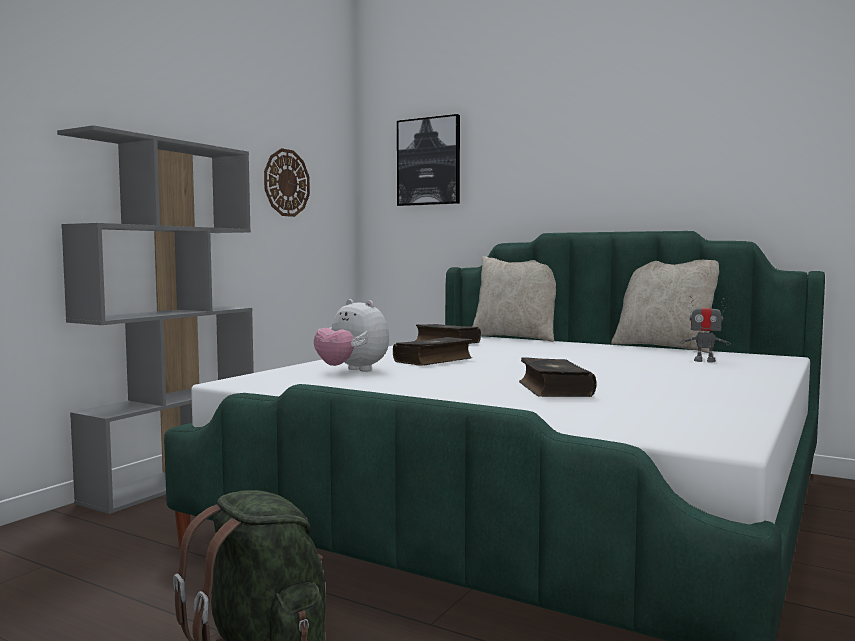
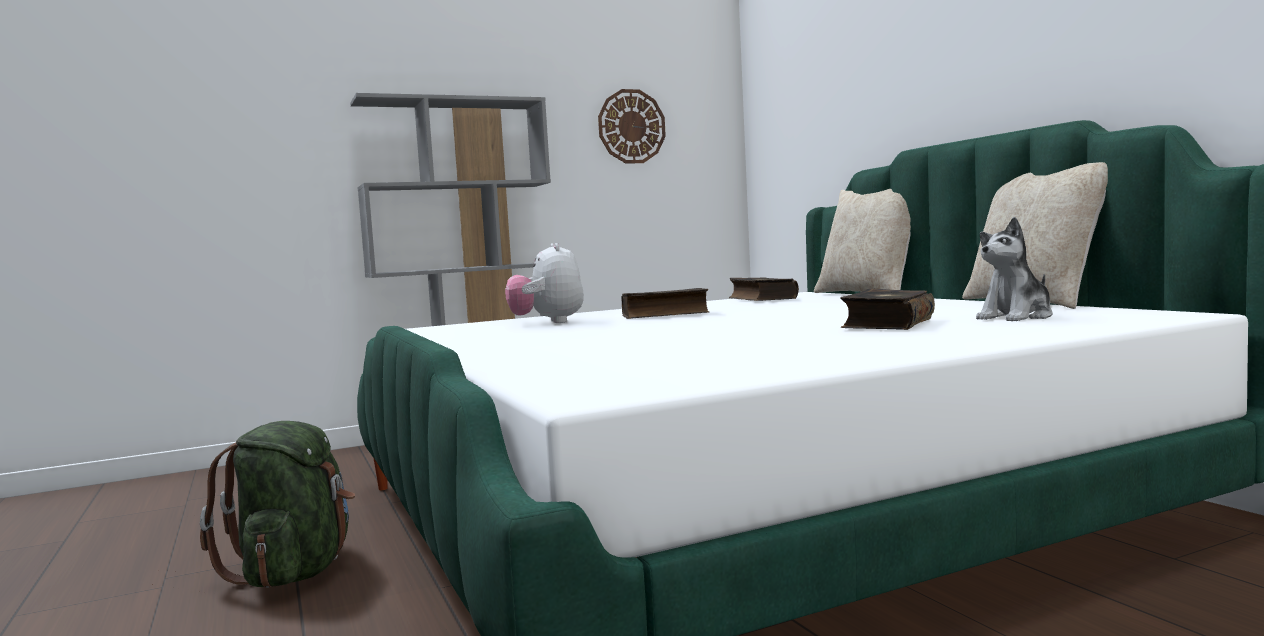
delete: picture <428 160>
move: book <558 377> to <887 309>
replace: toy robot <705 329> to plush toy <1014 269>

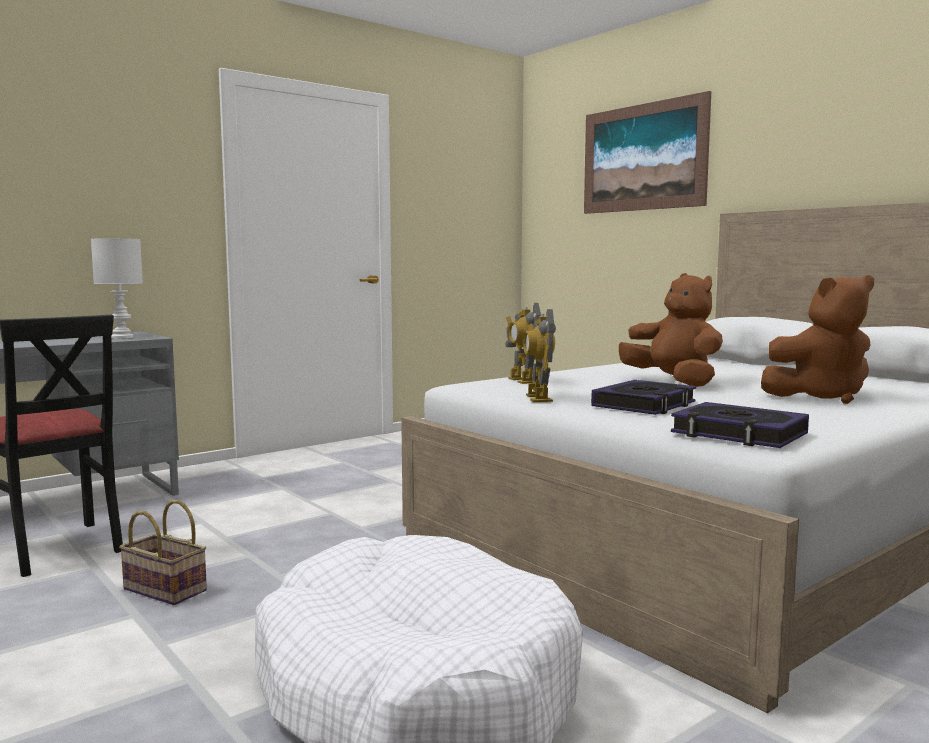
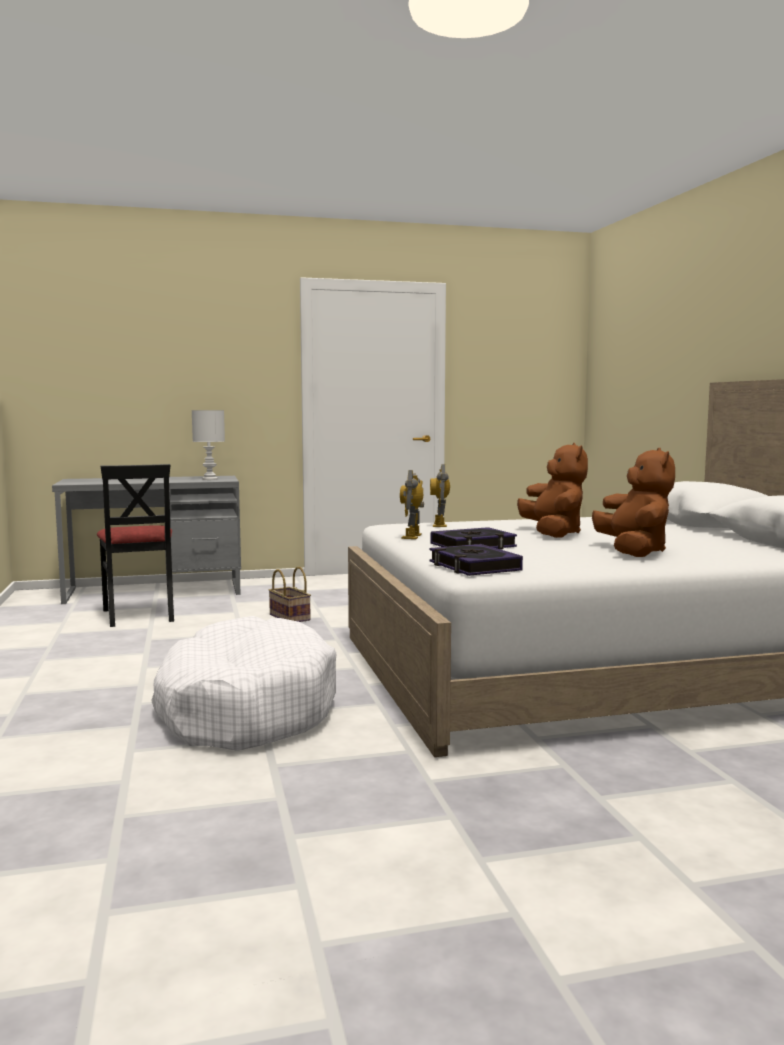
delete: picture <647 152>
move: basket <163 552> to <290 594>
rotate: brown plush toy <817 339> = <633 502> 105 degrees counterclockwise

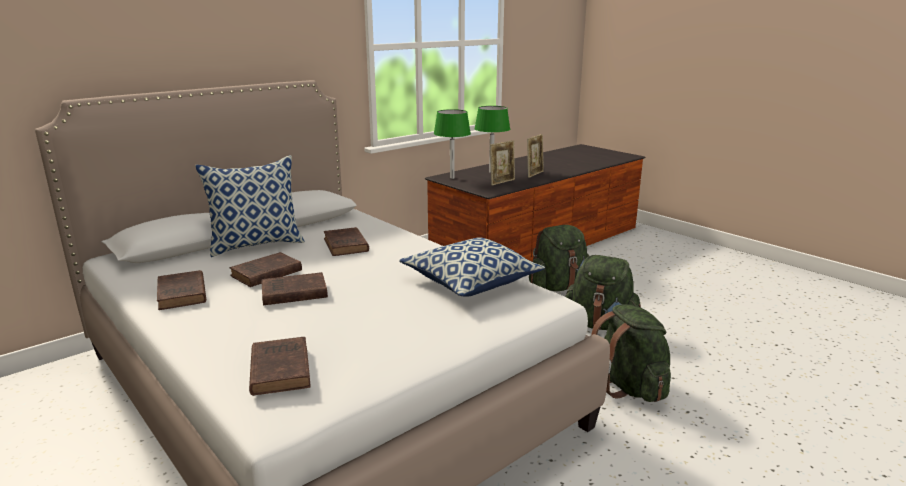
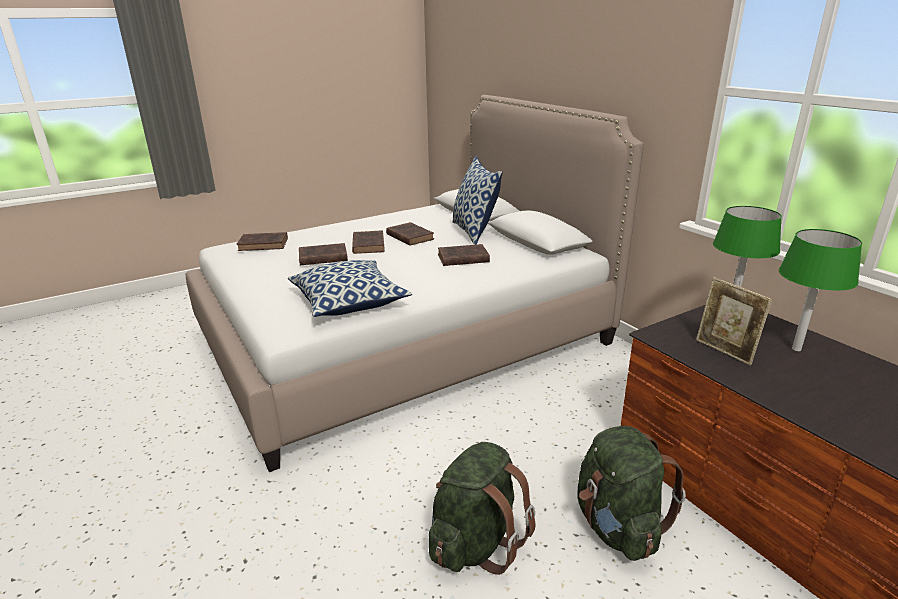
delete: picture frame <535 156>; green backpack <631 353>
move: brown book <181 290> to <323 254>

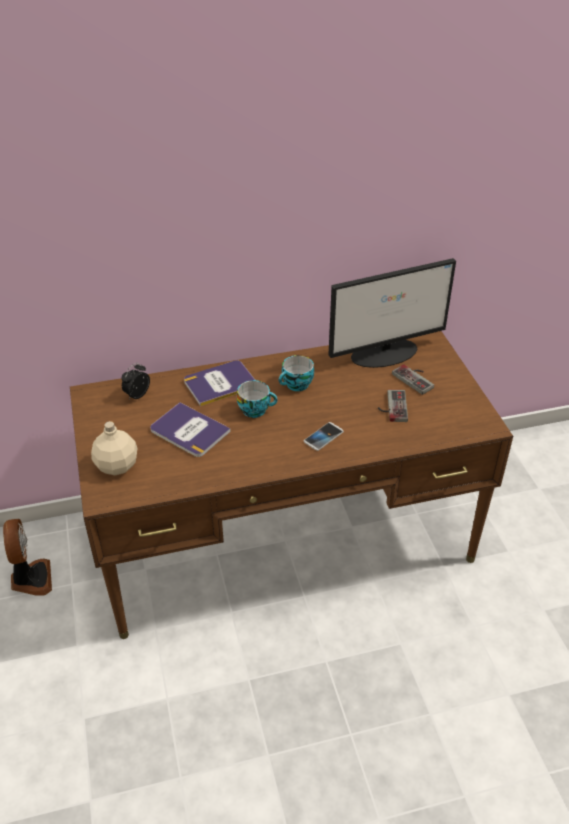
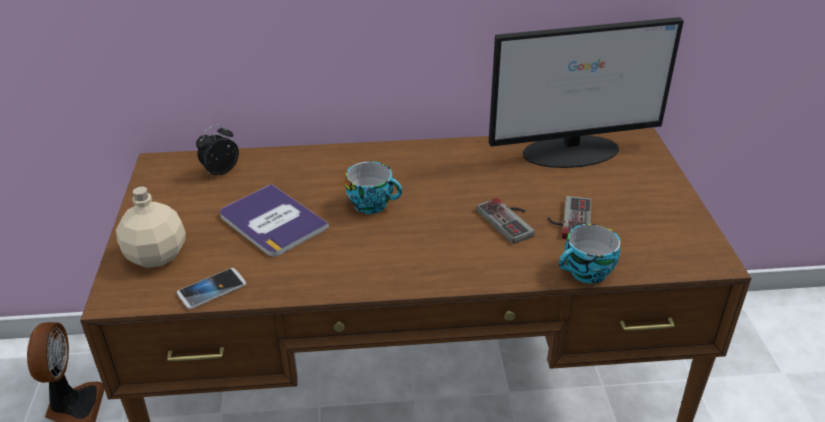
delete: book <219 383>
move: cup <296 373> to <590 254>; phone <324 436> to <211 288>; game controller <413 379> to <505 221>

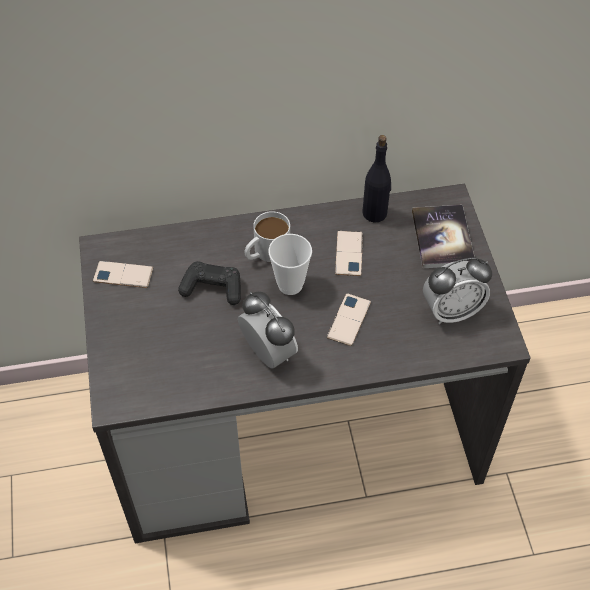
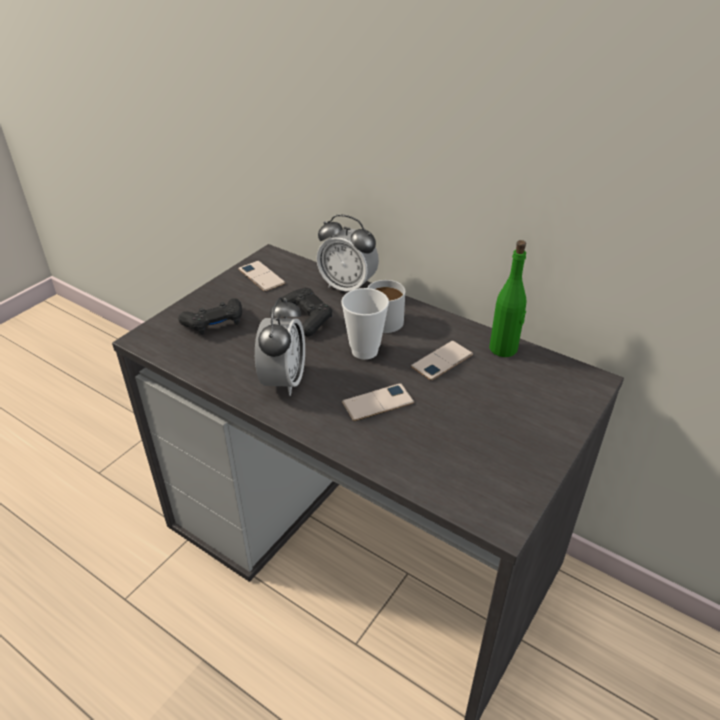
delete: book <443 236>
insert: black game controller <210 316>
move: alarm clock <457 291> to <347 253>
recolor: black bottle <376 179> to green bottle <508 298>

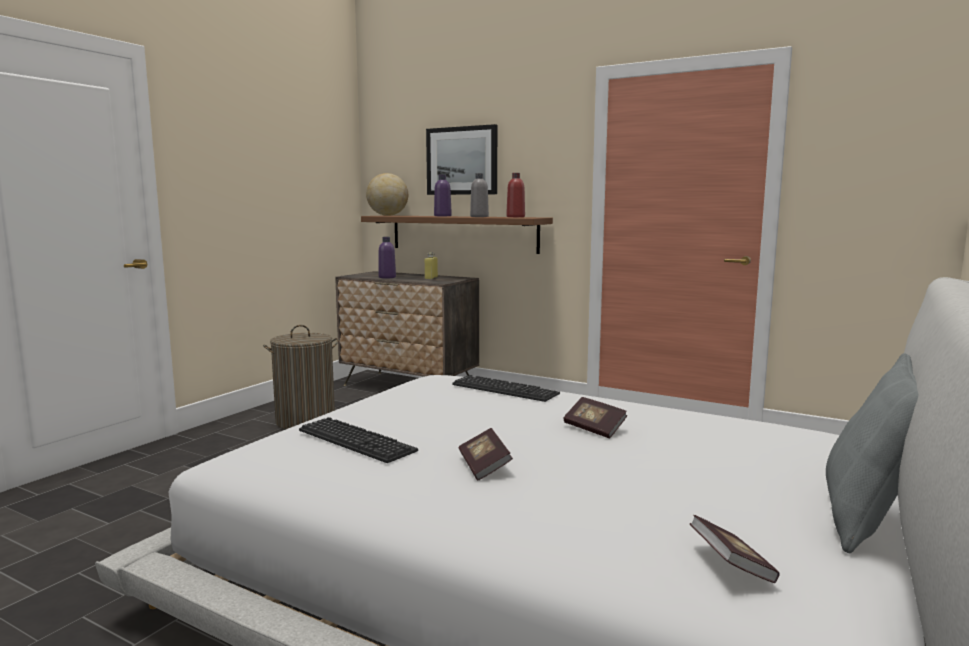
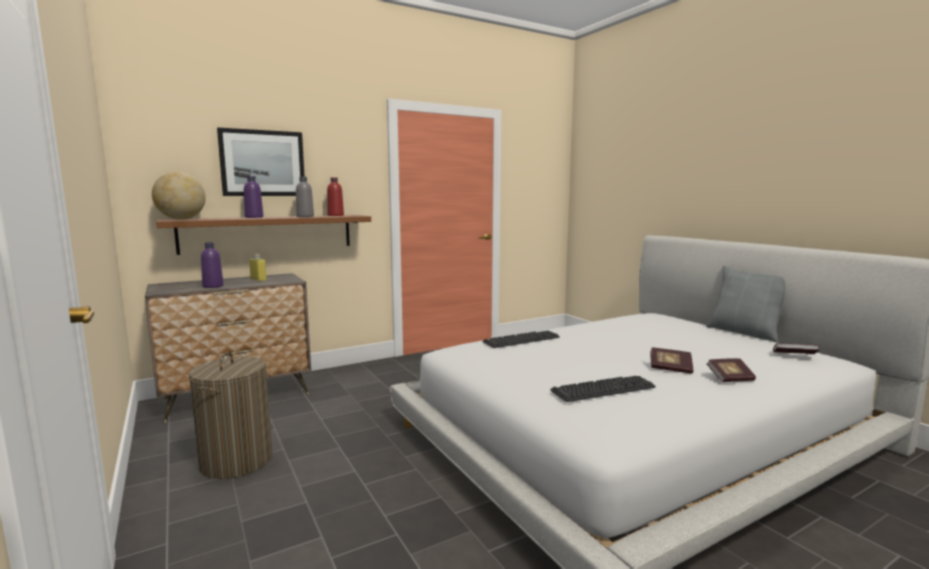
move: book <595 417> to <731 370>

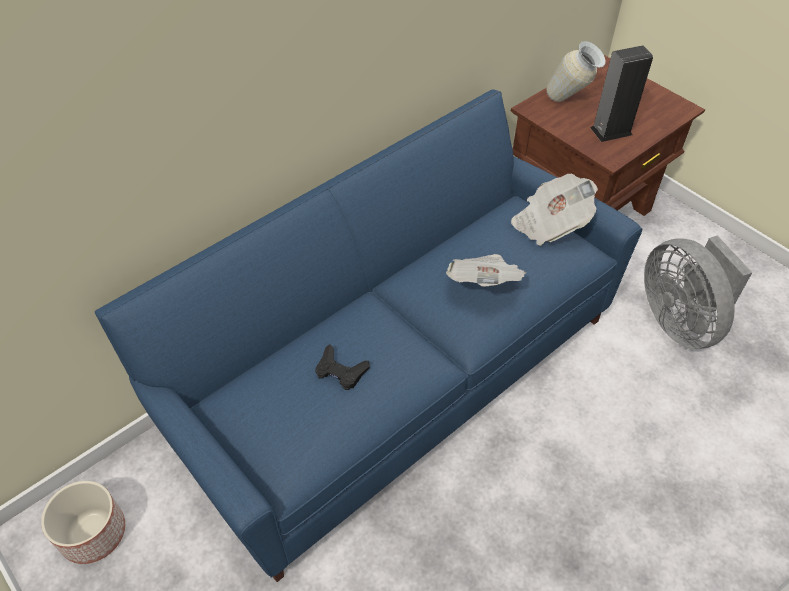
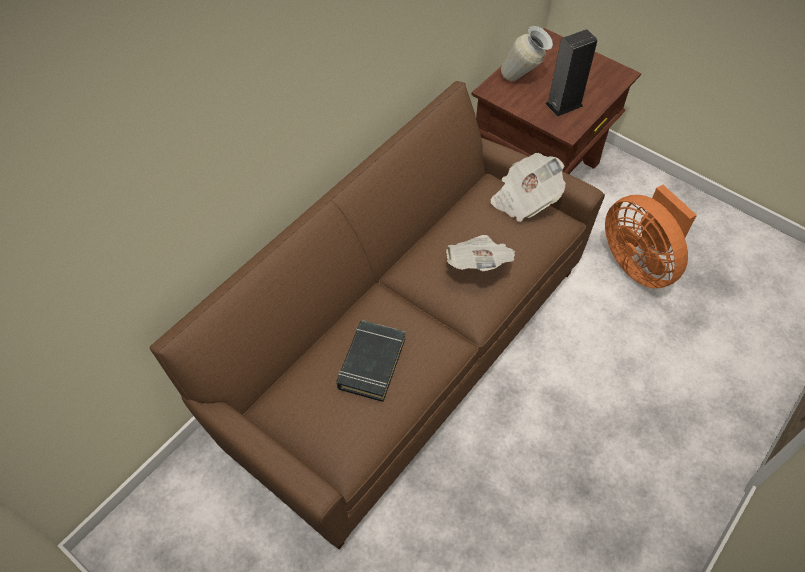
delete: planter <83 522>
replace: black game controller <342 367> to black book <371 361>
recolor: blue sofa <368 335> to brown sofa <377 315>; grey fan <698 292> to orange fan <651 237>

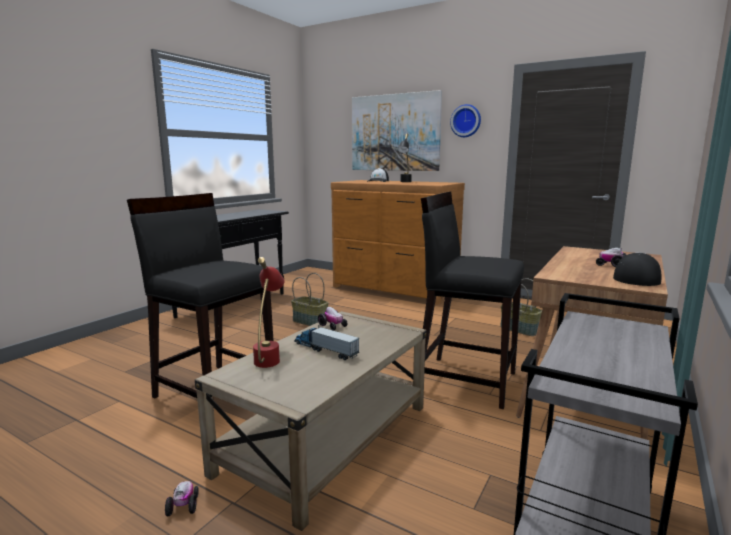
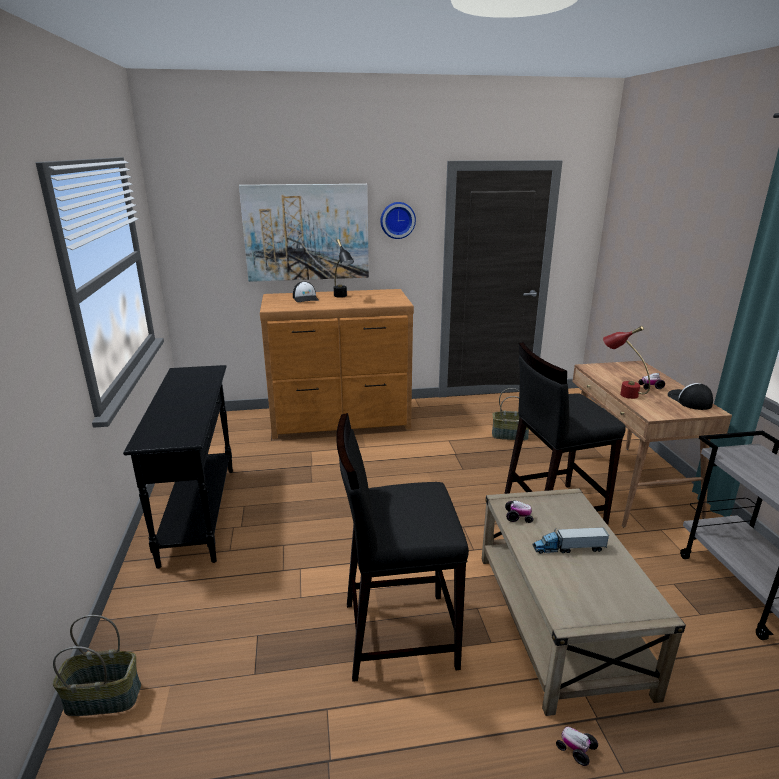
move: red table lamp <268 312> to <626 362>; basket <309 299> to <97 665>

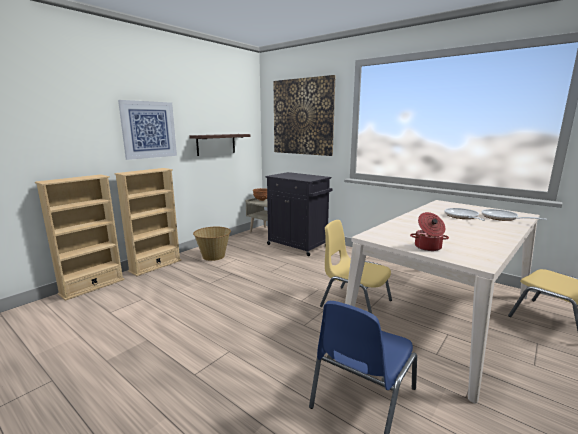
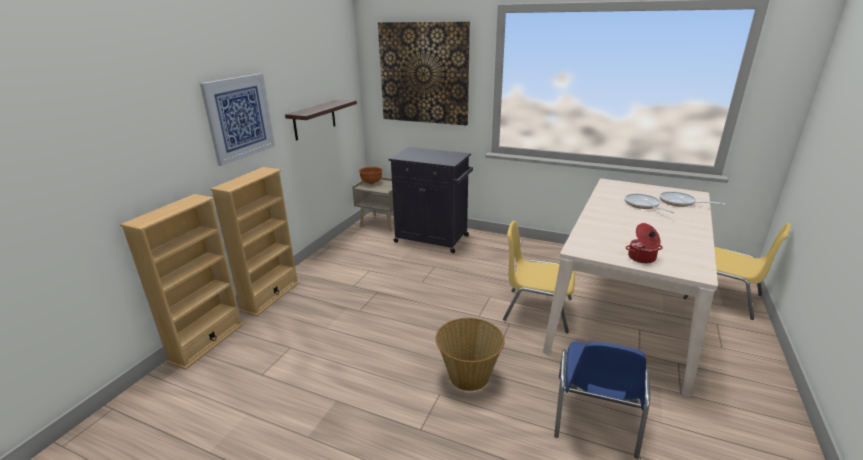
move: basket <212 244> to <470 354>

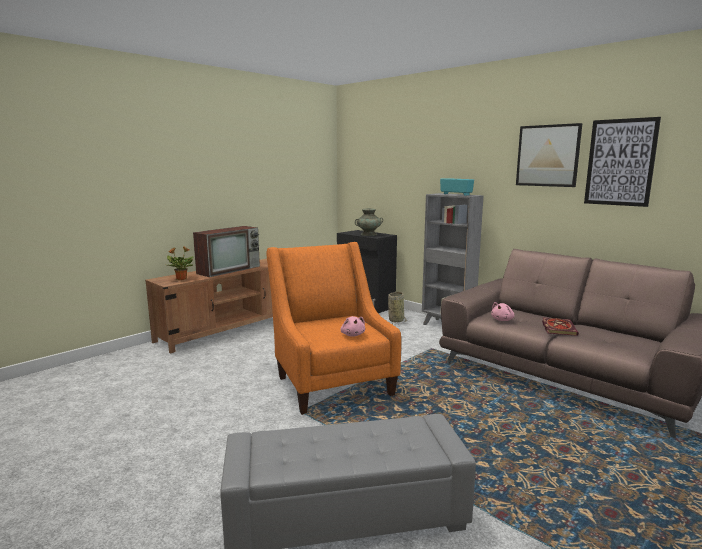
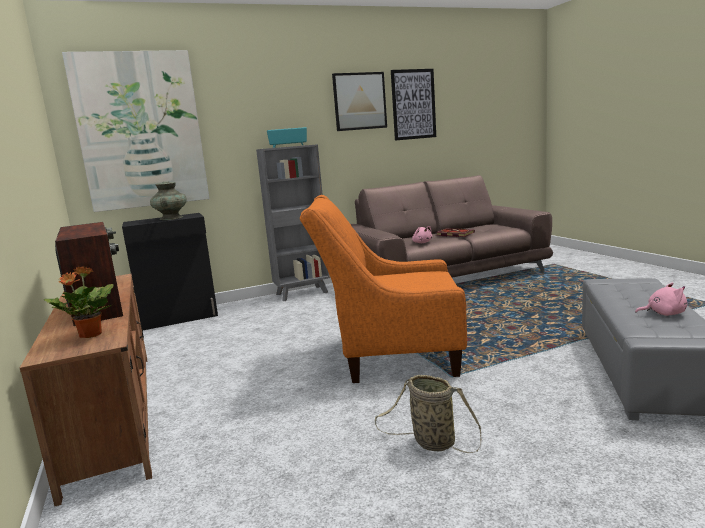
insert: picture <136 131>
move: pink plush toy <353 326> to <661 299>; basket <397 308> to <428 414>

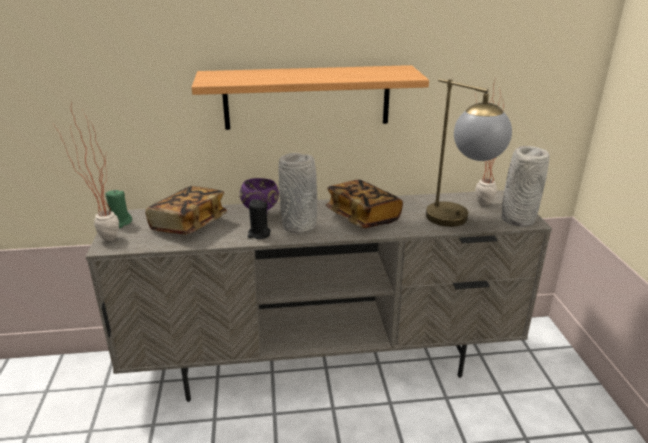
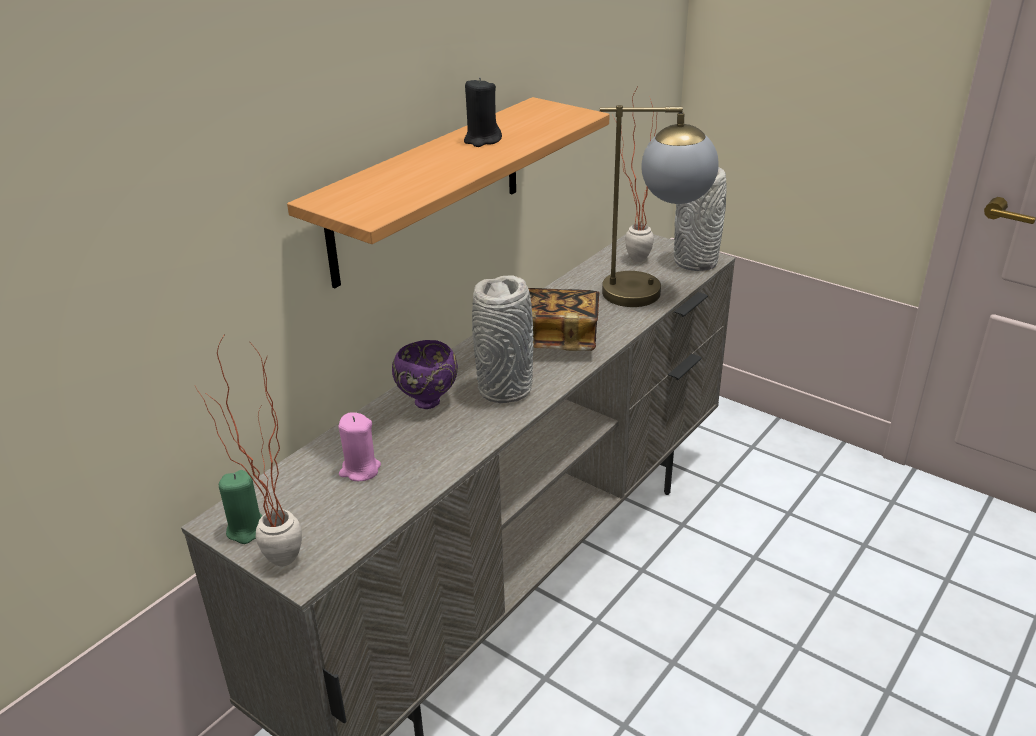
move: black candle <259 219> to <483 112>
replace: book <186 210> to pink candle <360 446>

